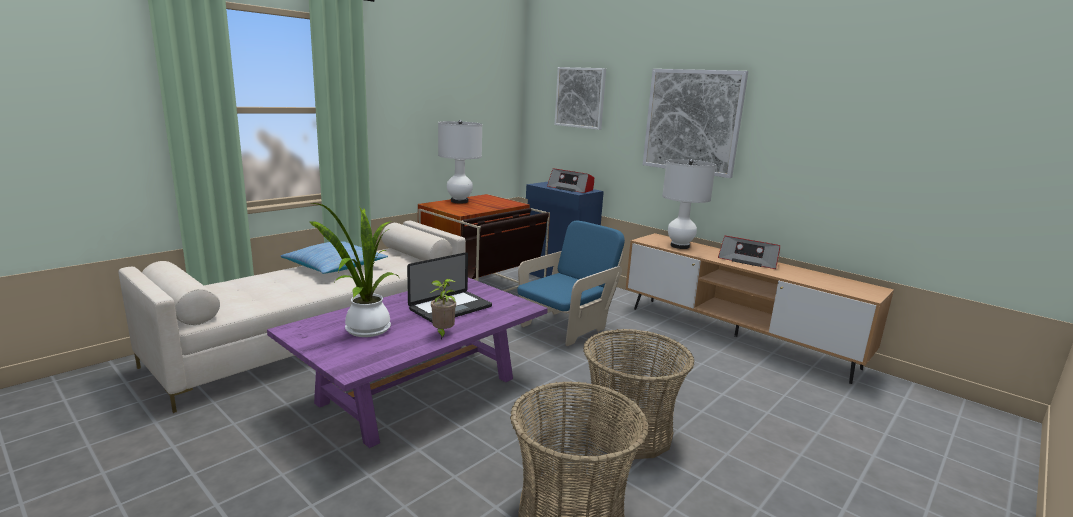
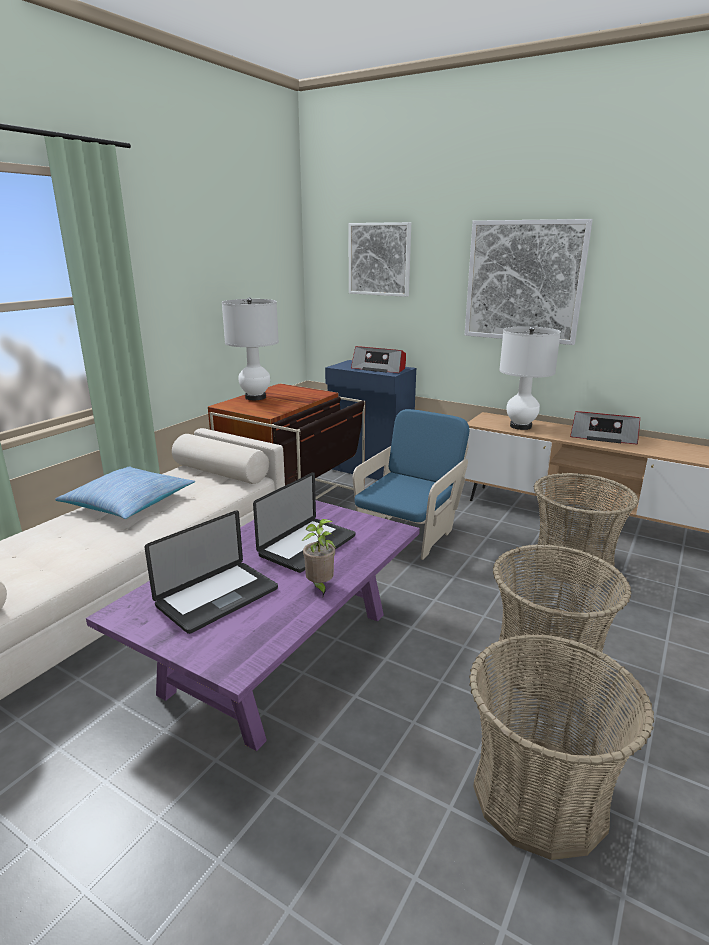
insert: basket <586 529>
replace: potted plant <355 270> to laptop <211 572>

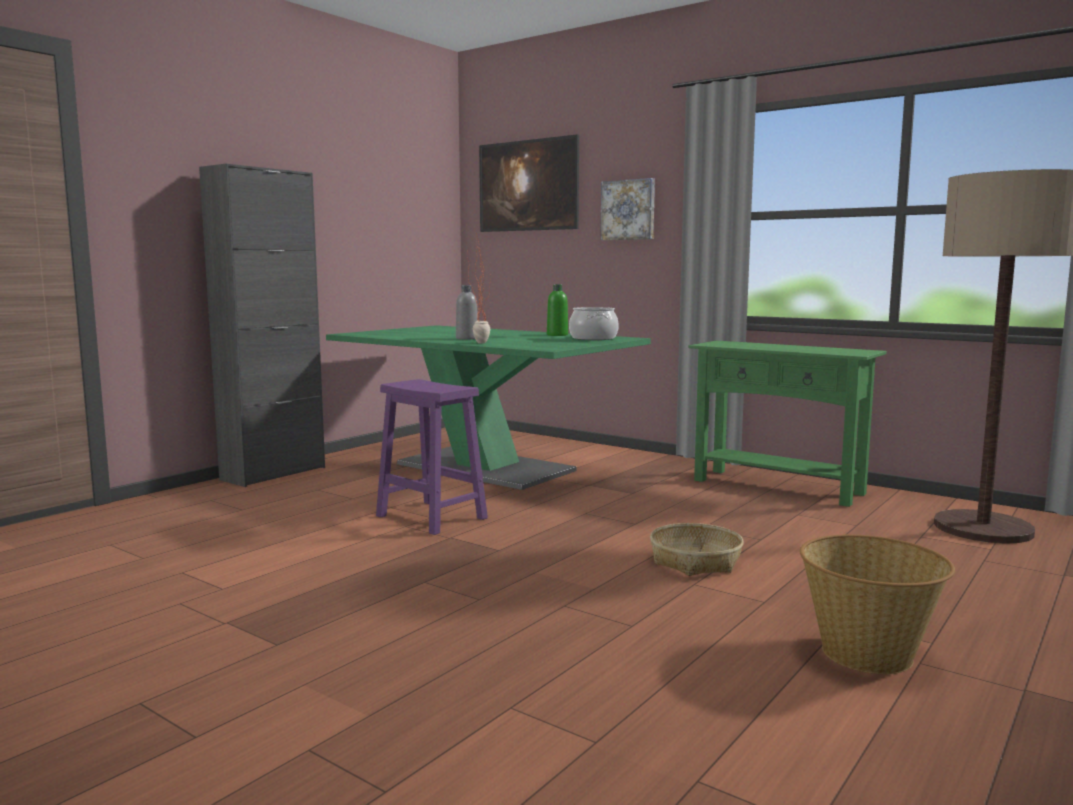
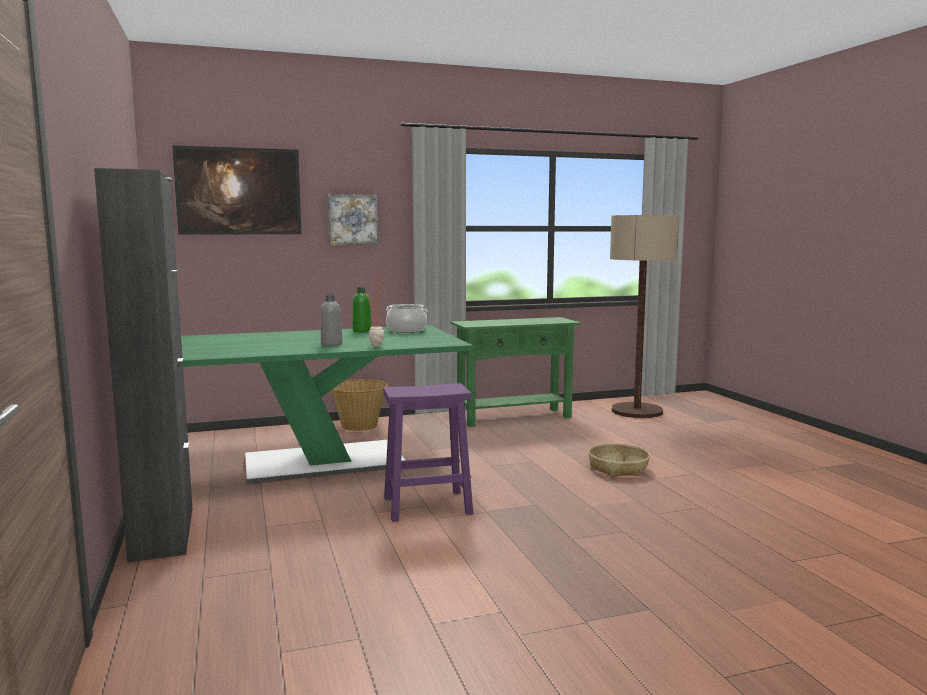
move: basket <877 604> to <359 405>

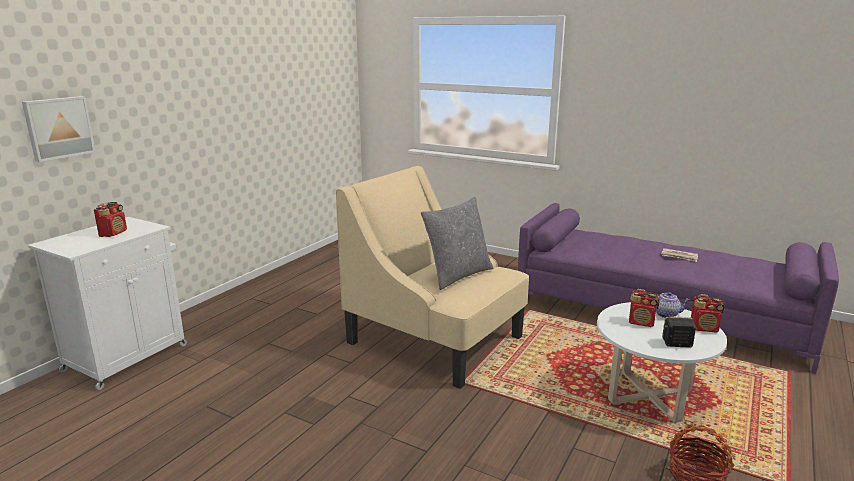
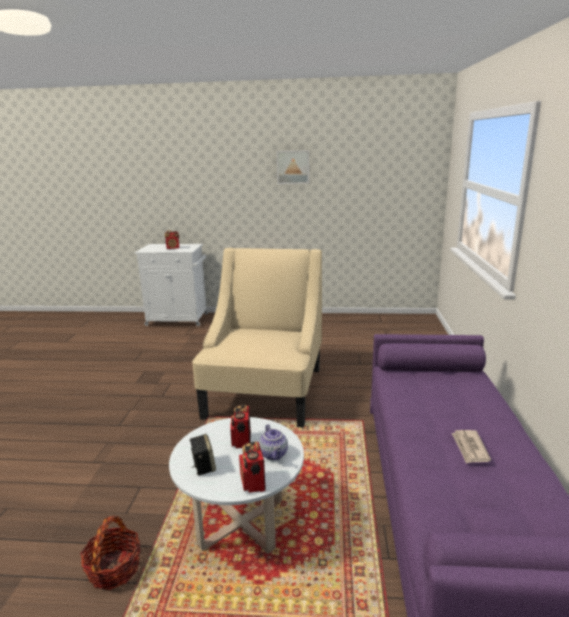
delete: grey pillow <457 243>
move: picture <59 129> to <293 167>

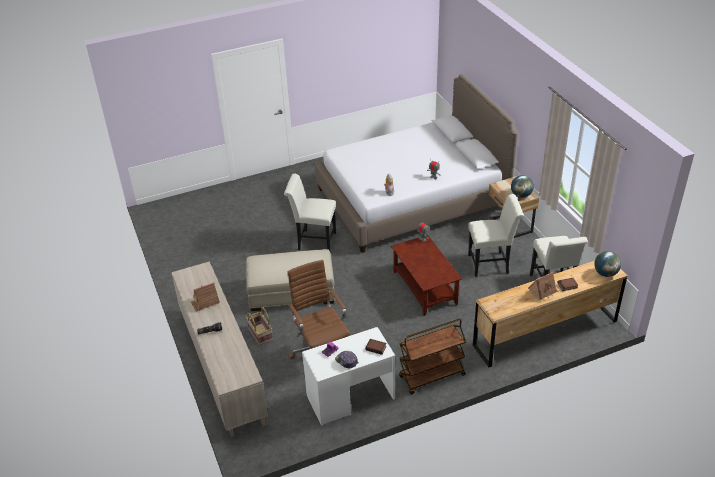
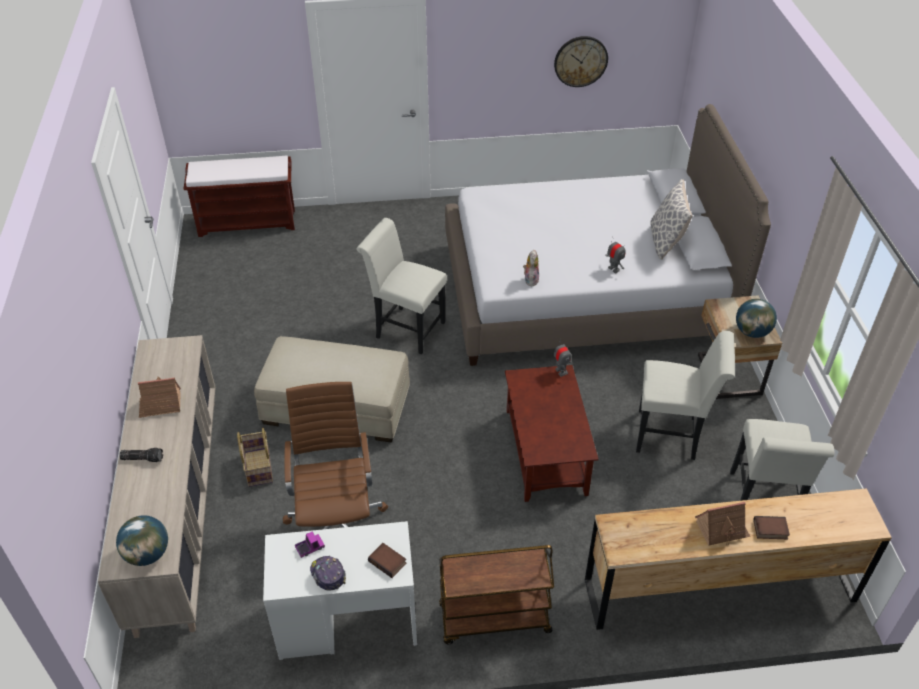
insert: brown bench <239 196>; wall clock <581 61>; pillow <671 219>
move: globe <607 264> to <142 540>

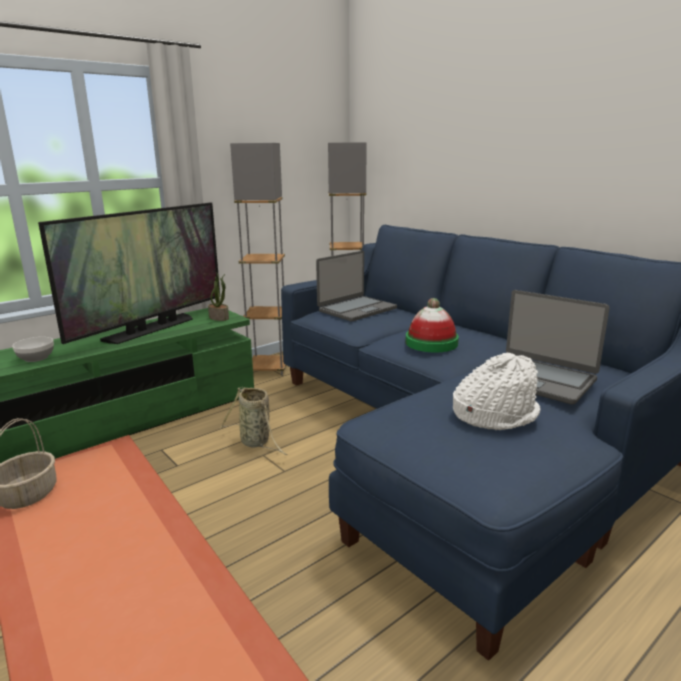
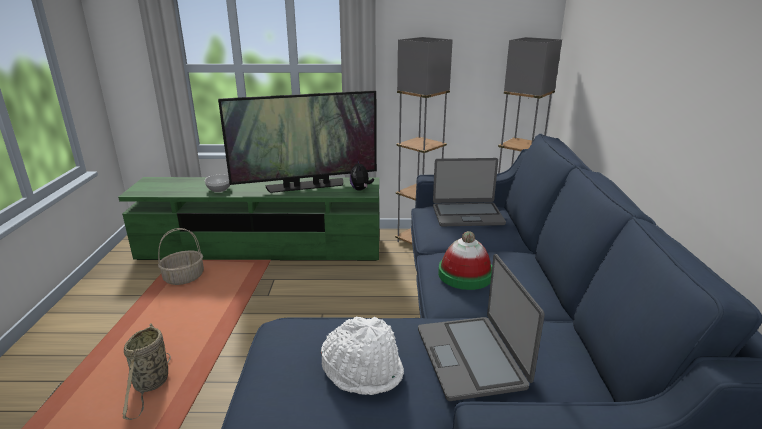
move: basket <254 421> to <147 371>
replace: potted plant <218 296> to plush toy <362 175>

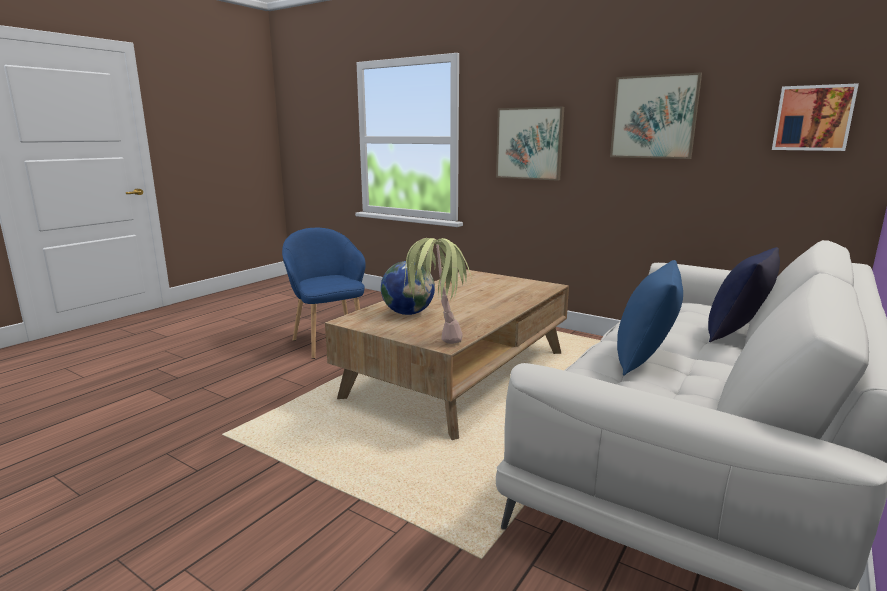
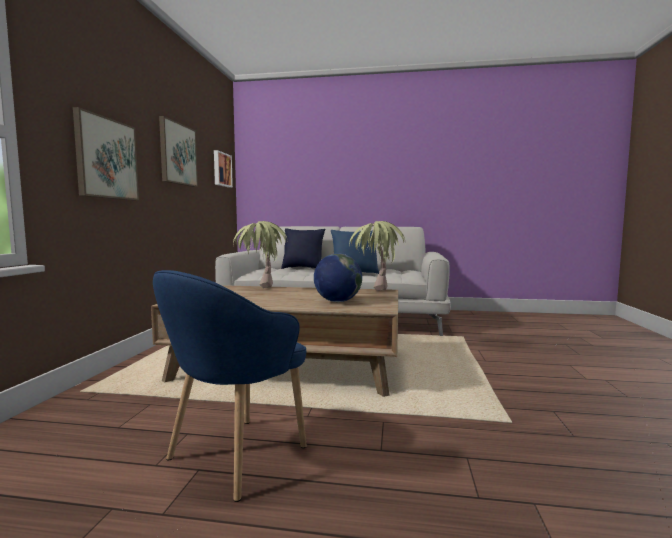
insert: potted plant <260 254>

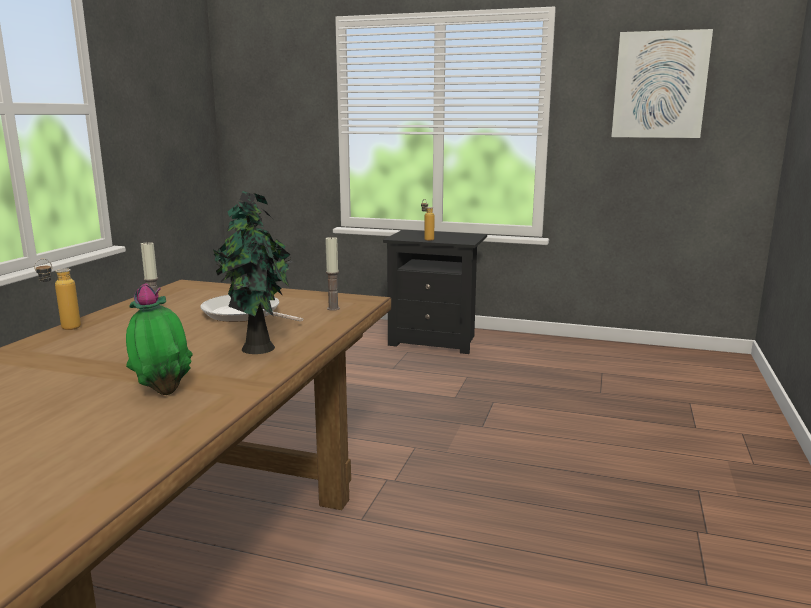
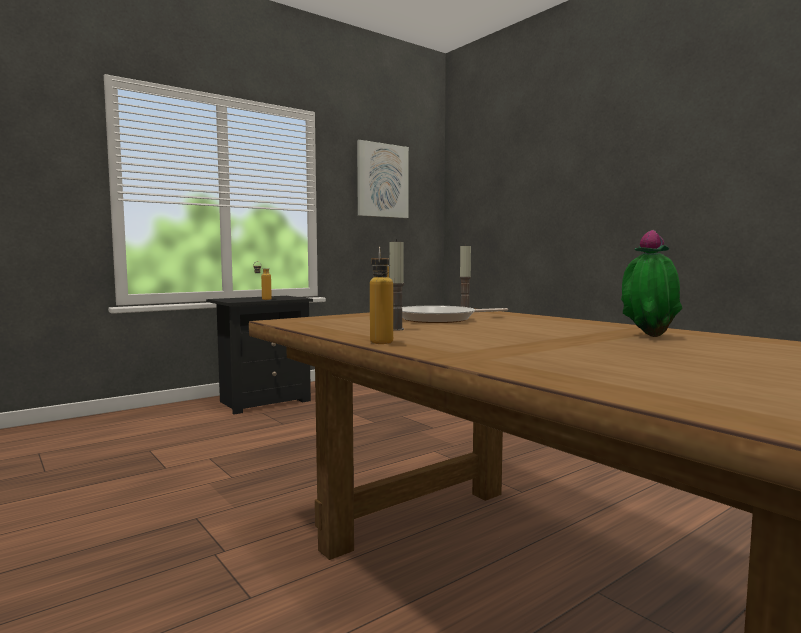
delete: potted plant <253 272>

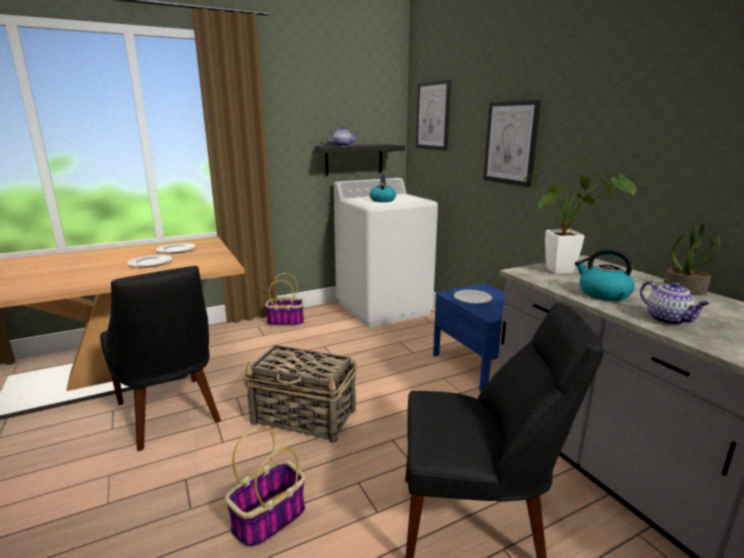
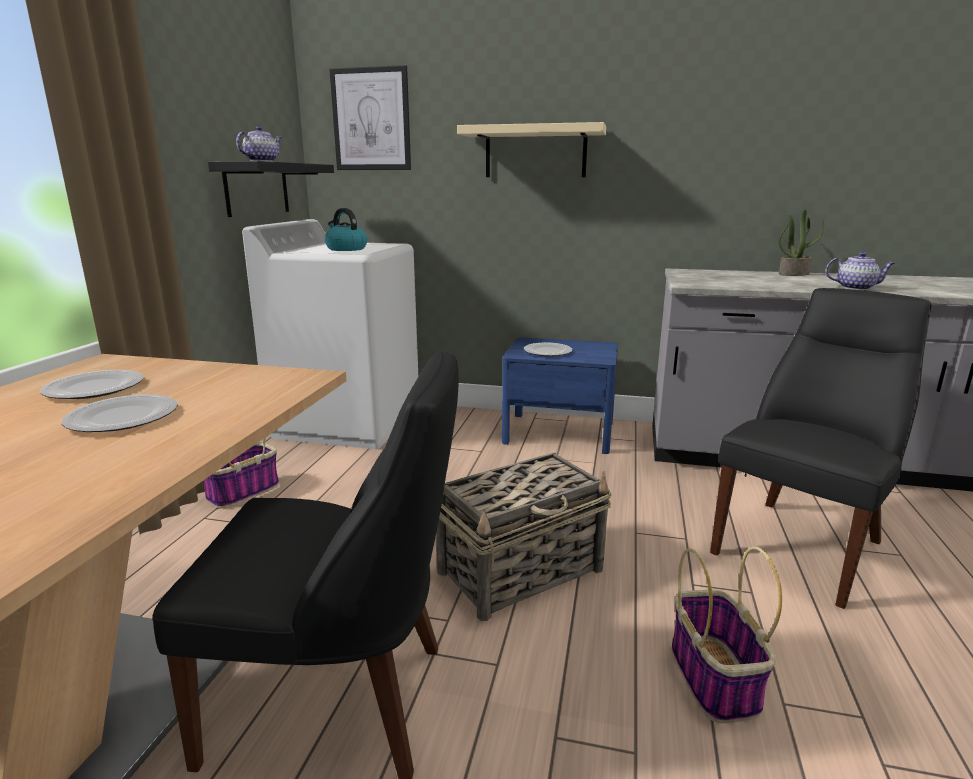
delete: potted plant <579 222>; kettle <605 274>
replace: picture <512 143> to beige shelf <531 149>

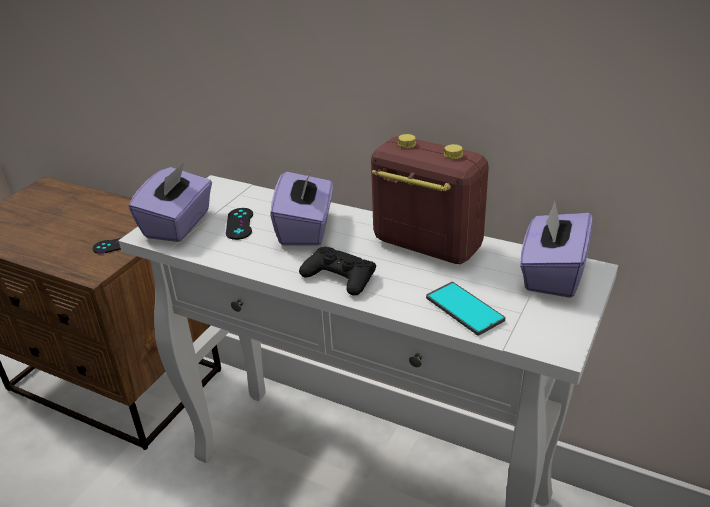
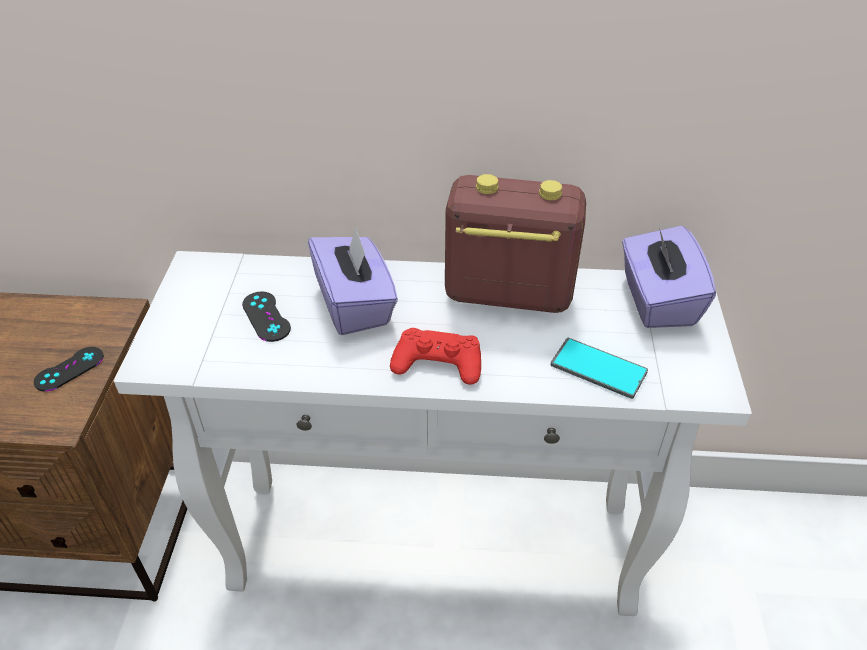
delete: purple tissue box <170 202>
recolor: black game controller <337 271> to red game controller <435 356>

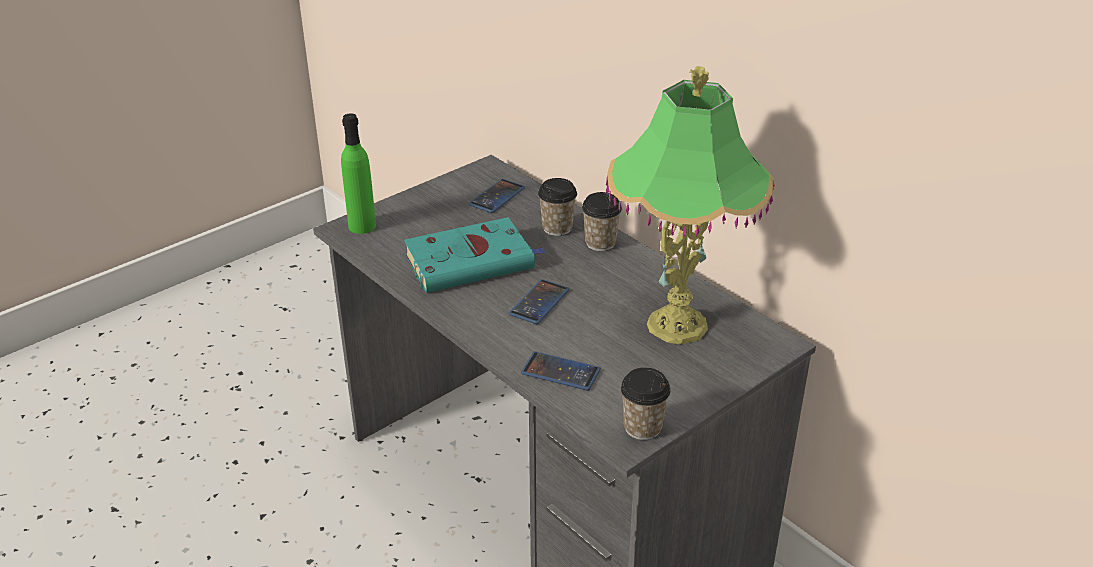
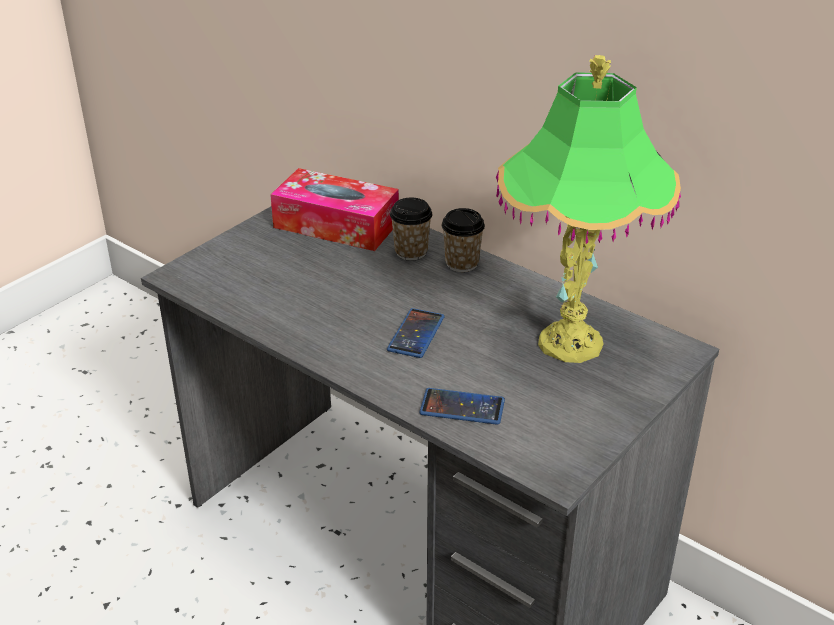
delete: green bottle <358 173>; turquoise book <475 255>; cup <646 403>
replace: phone <497 196> to tissue box <334 209>

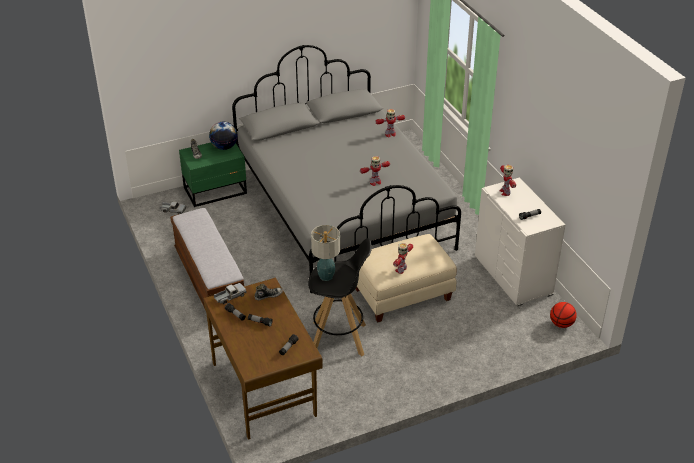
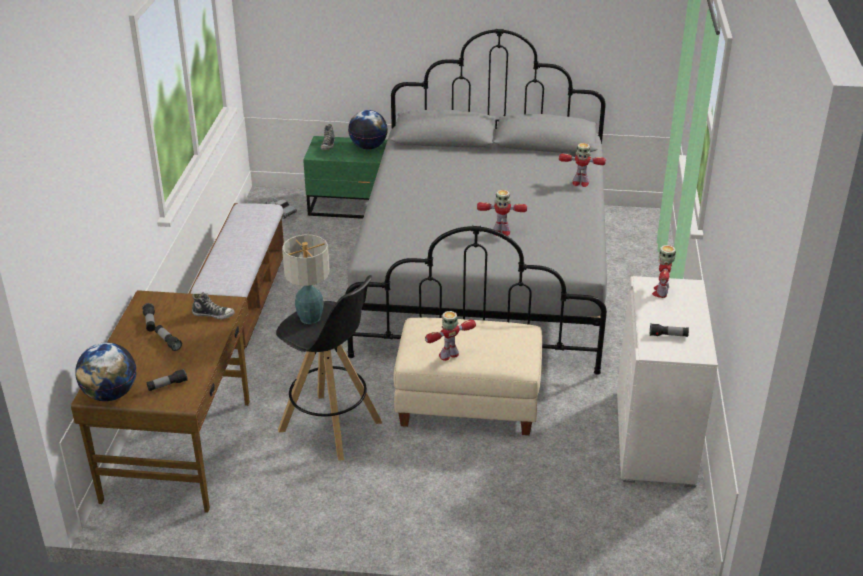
delete: toy truck <230 293>; basketball <563 315>
insert: globe <105 371>

